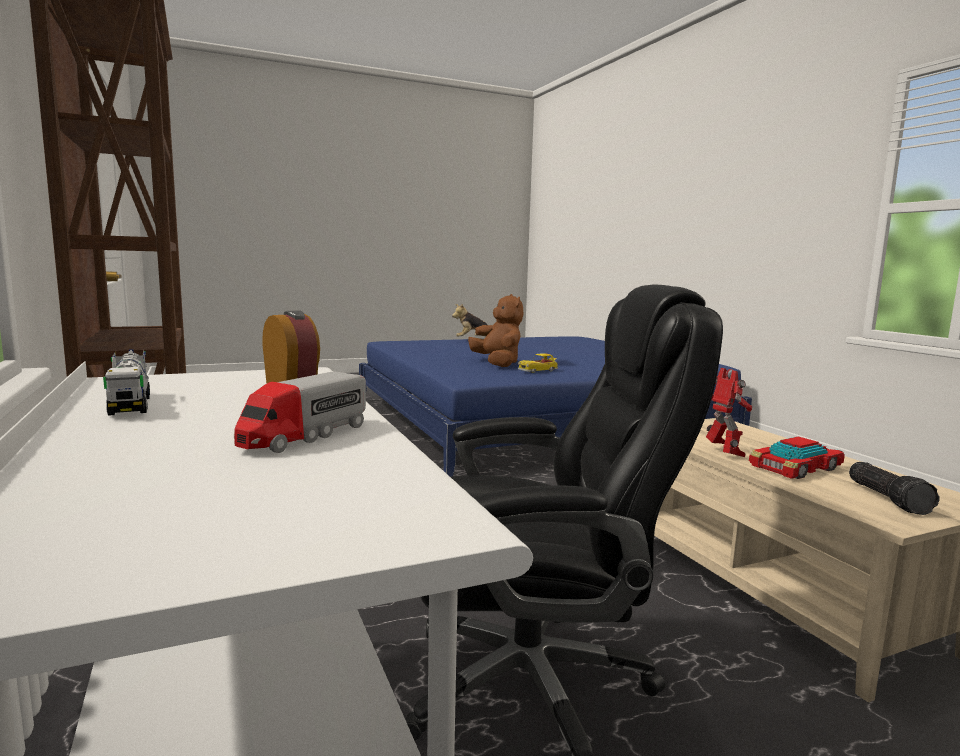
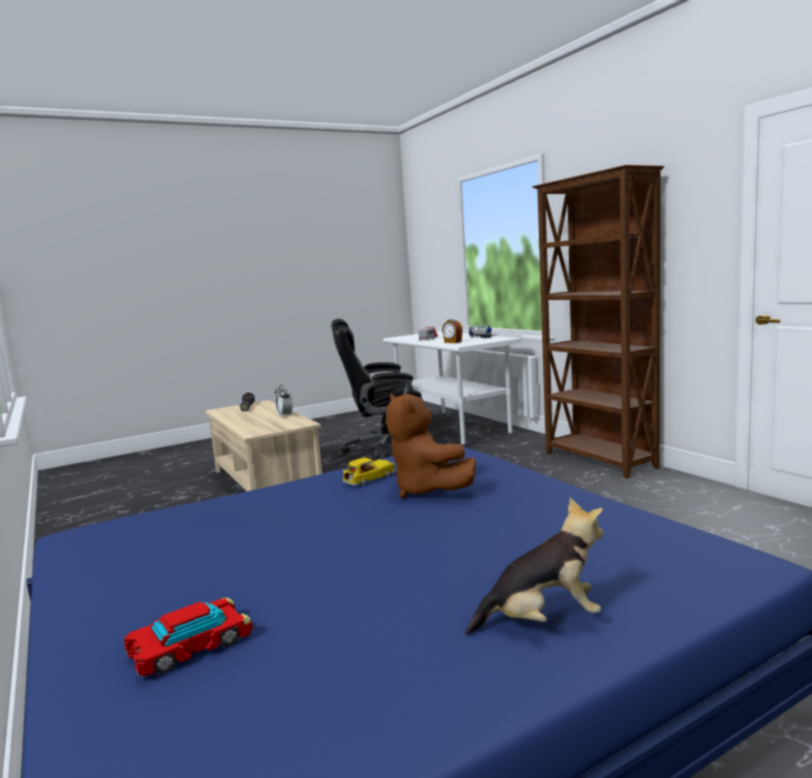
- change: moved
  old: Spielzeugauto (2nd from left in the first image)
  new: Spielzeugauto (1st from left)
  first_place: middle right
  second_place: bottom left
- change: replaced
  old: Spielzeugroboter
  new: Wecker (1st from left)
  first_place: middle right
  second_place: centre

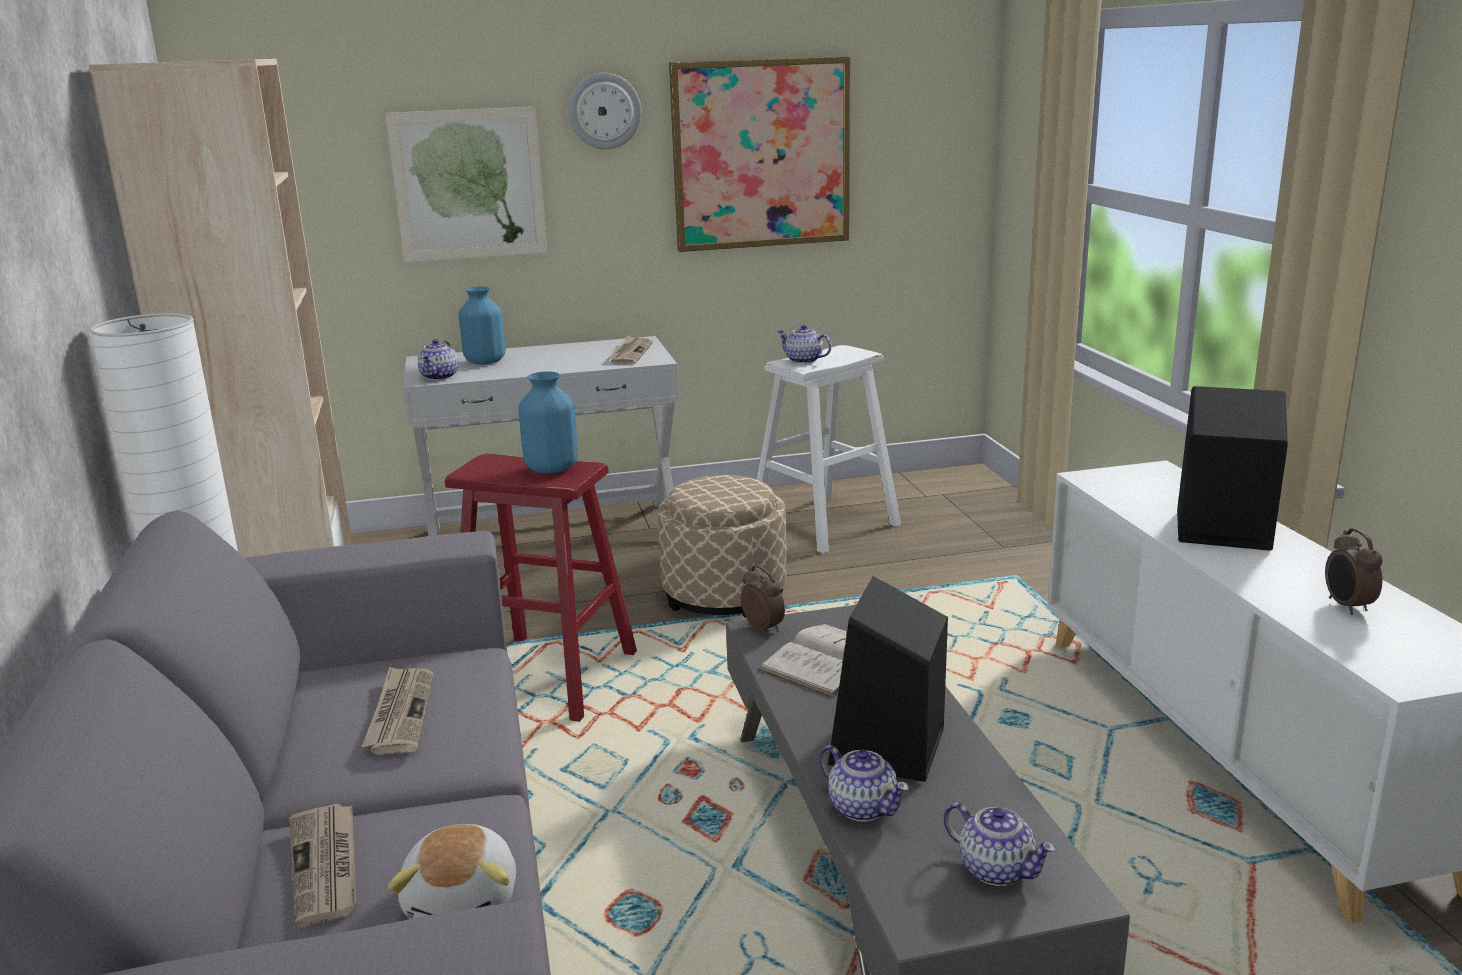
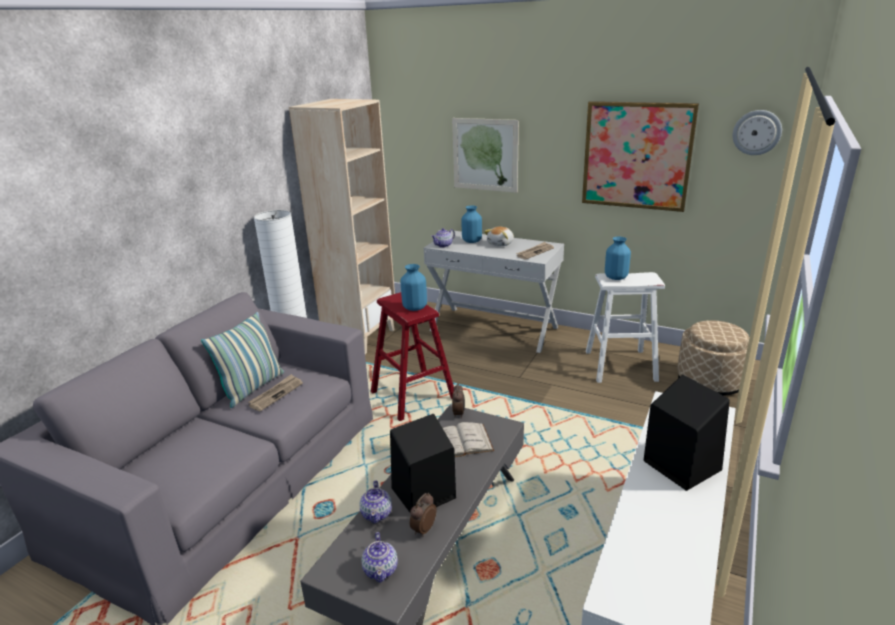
- change: removed
  old: Zeitung (1st from left)
  first_place: bottom left
- change: added
  new: Kissen
  second_place: middle left
- change: moved
  old: Plüschtier
  first_place: bottom left
  second_place: centre
- change: moved
  old: Wanduhr
  first_place: top centre
  second_place: top right
- change: moved
  old: Polsterhocker/beige
  first_place: centre
  second_place: middle right
- change: moved
  old: Wecker (2nd from left in the first image)
  new: Wecker (1st from left)
  first_place: middle right
  second_place: bottom centre
- change: replaced
  old: Teekanne (2nd from left)
  new: Vase/blau (3rd from left)
  first_place: centre
  second_place: middle right

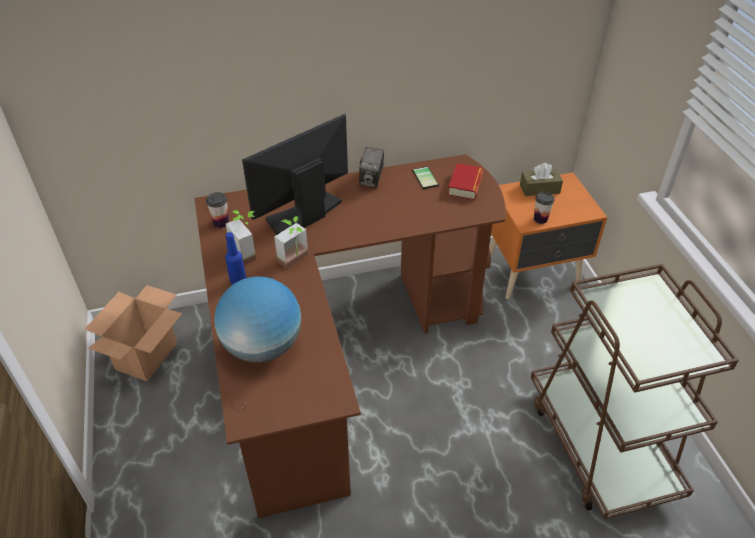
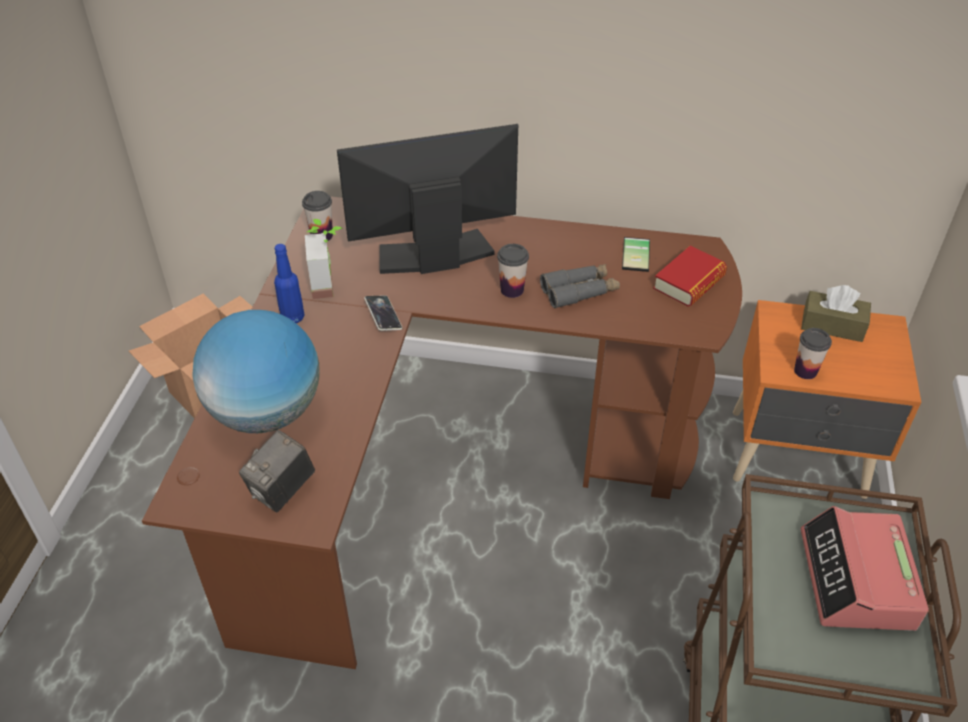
- change: added
  new: Tasse (2nd from left)
  second_place: centre
- change: added
  new: Fernglas/grau
  second_place: centre
- change: added
  new: Wecker
  second_place: bottom right
- change: moved
  old: Kamera
  first_place: top centre
  second_place: middle left
- change: replaced
  old: Topfpflanze (2nd from left)
  new: Handy (1st from left)
  first_place: centre
  second_place: centre

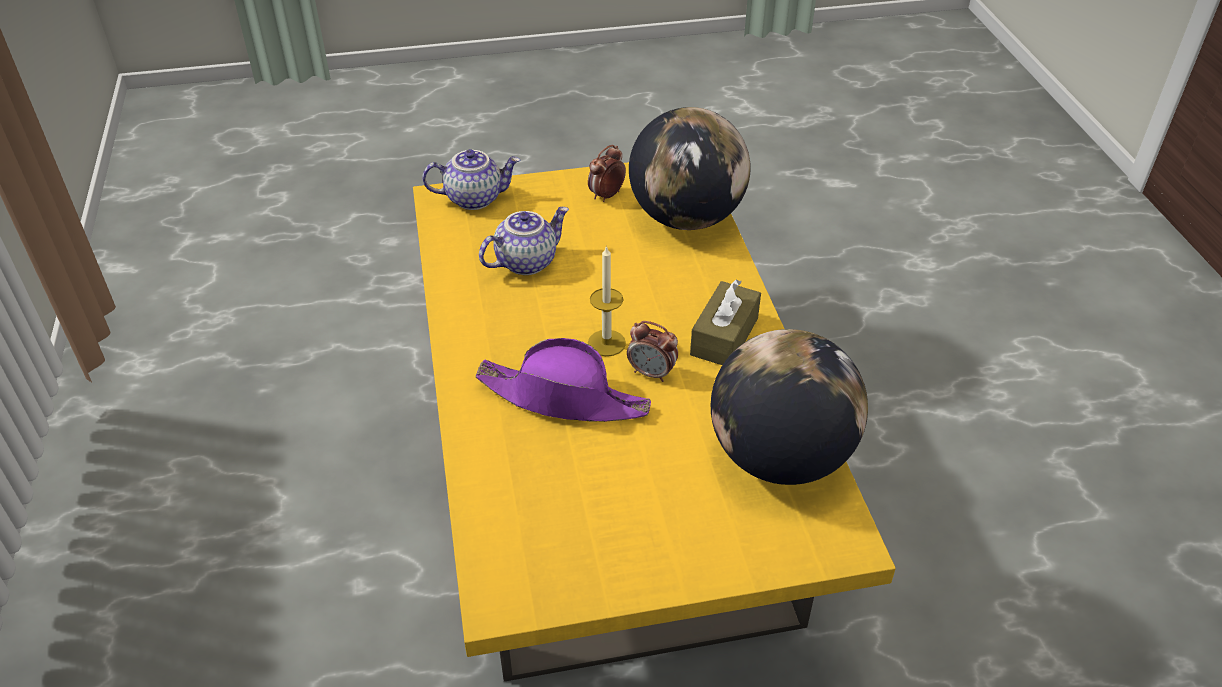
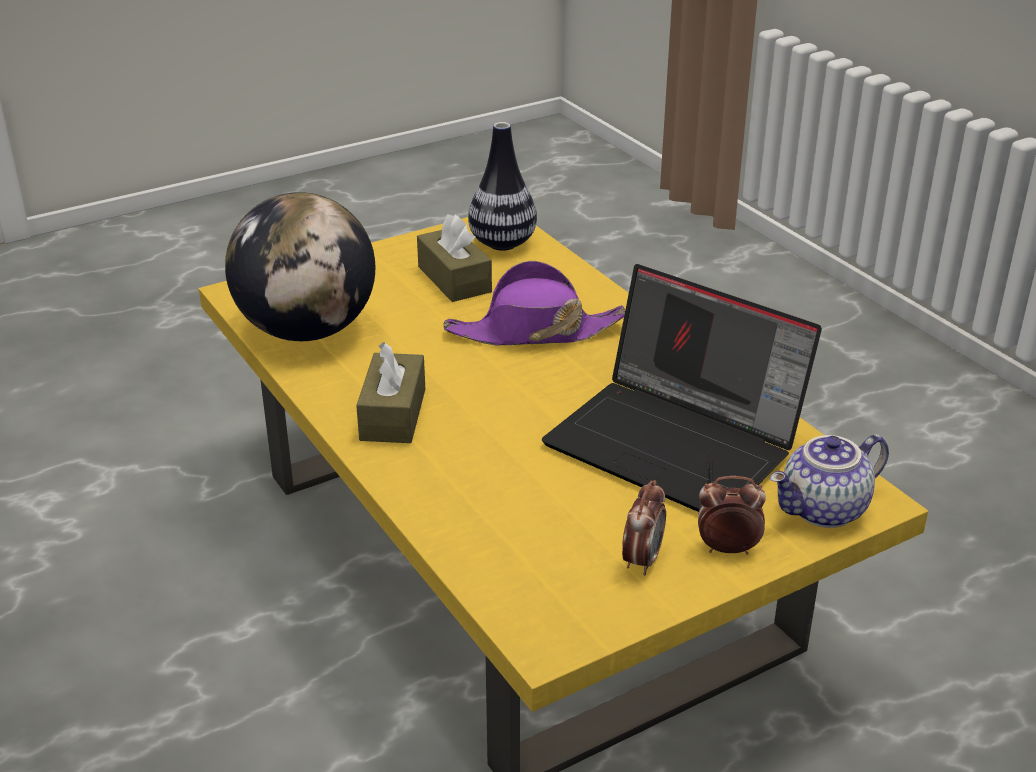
- change: removed
  old: Kerze
  first_place: centre
- change: removed
  old: Globus (1st from left)
  first_place: top centre
- change: added
  new: Taschentuchbox/braun (2nd from left)
  second_place: centre
- change: added
  new: Vase
  second_place: top centre
- change: moved
  old: Wecker (2nd from left)
  first_place: centre
  second_place: bottom right
- change: replaced
  old: Teekanne (2nd from left)
  new: Laptop
  first_place: centre
  second_place: centre

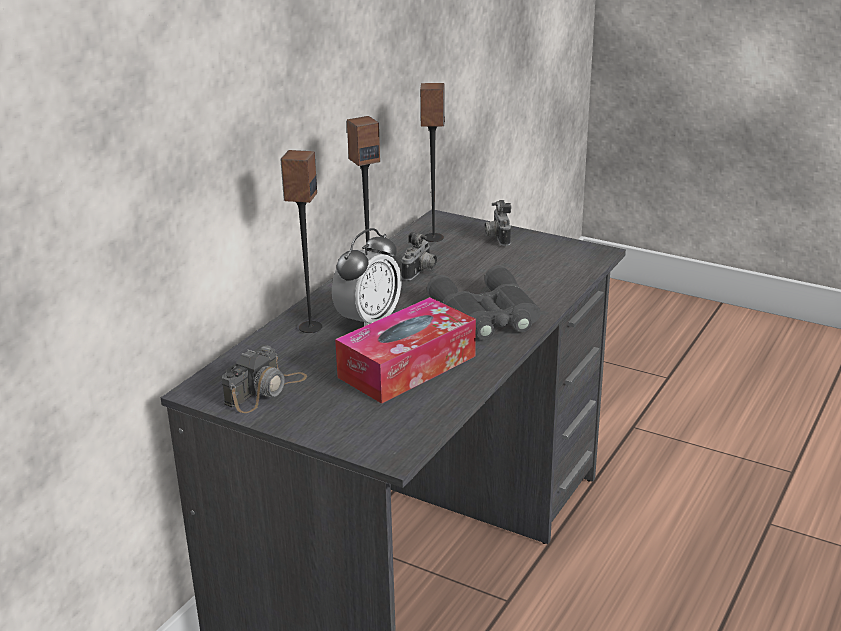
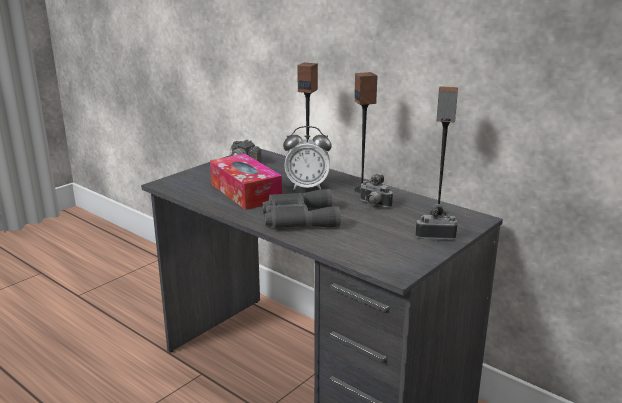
- change: turned
  old: Wecker
  first_place: centre
  second_place: centre
  degrees: -45

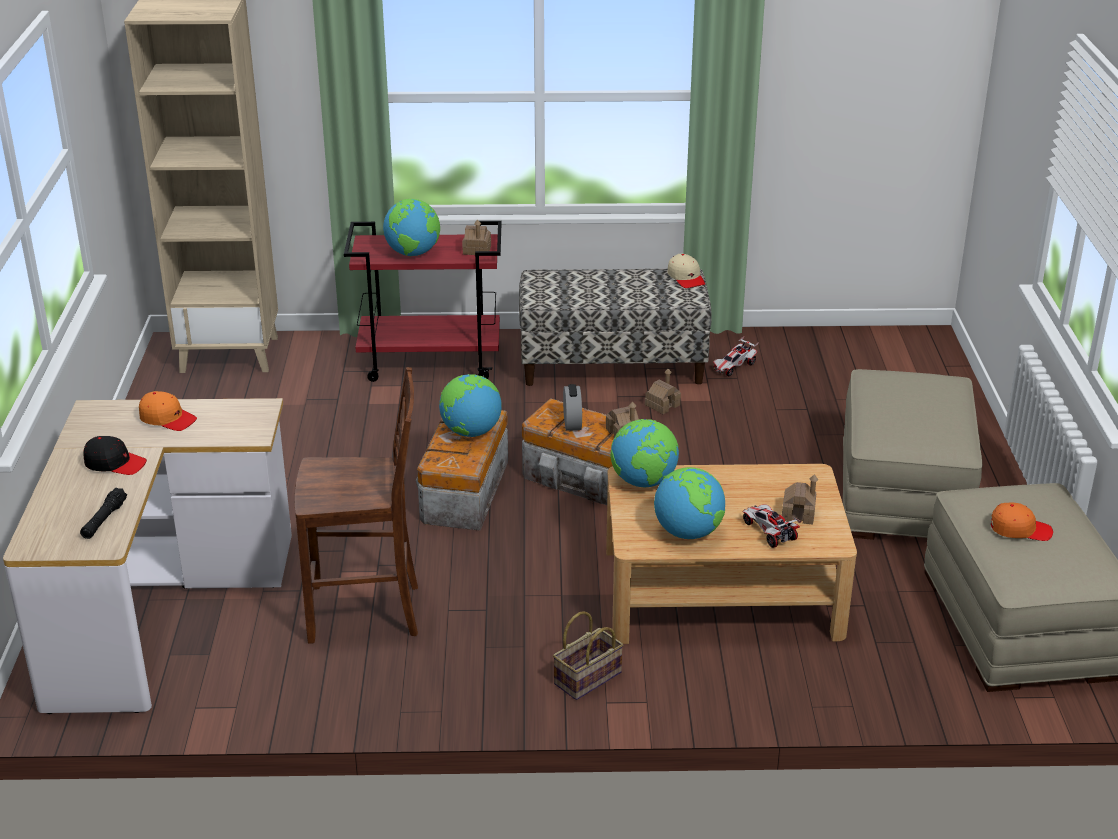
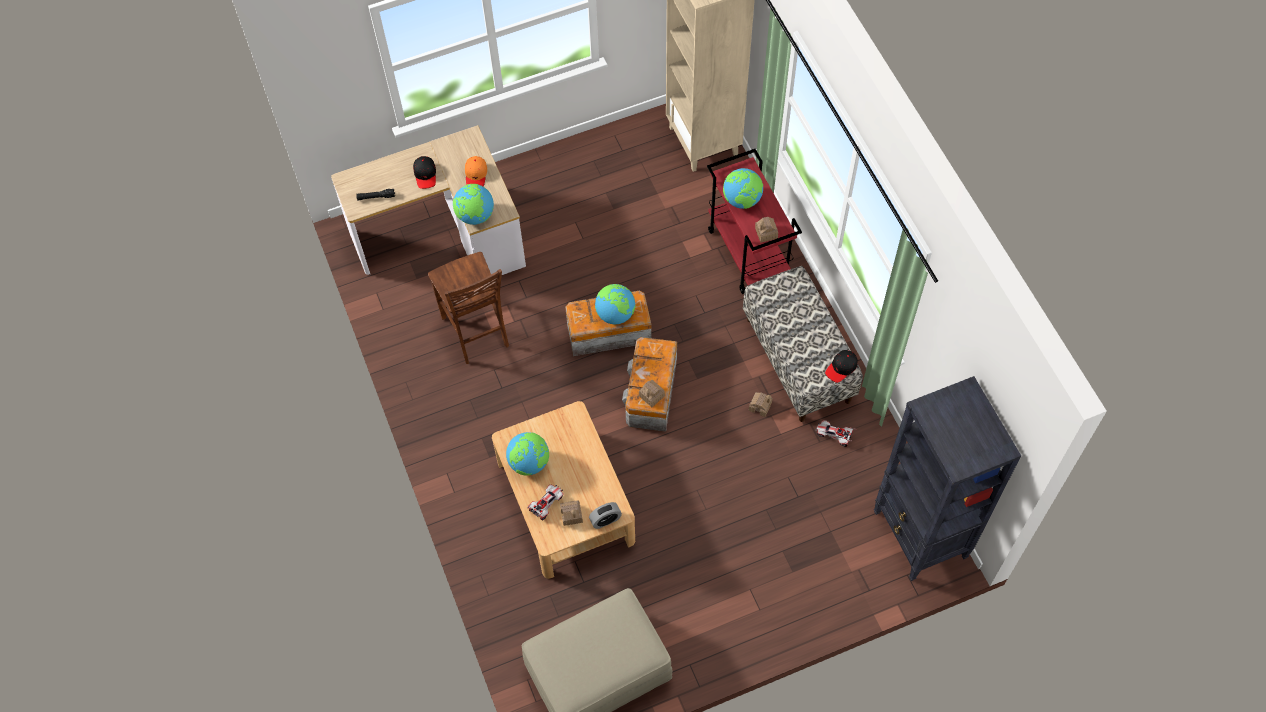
- change: removed
  old: Korb
  first_place: bottom centre
- change: removed
  old: Polsterhocker/beige (1st from left)
  first_place: middle right
- change: removed
  old: Kappe/orange (2nd from left)
  first_place: middle right
- change: added
  new: Bücherregal/schwarz
  second_place: bottom right
- change: moved
  old: Wecker
  first_place: centre
  second_place: bottom centre
- change: moved
  old: Globus (3rd from left in the first image)
  new: Globus (1st from left)
  first_place: centre
  second_place: top centre
- change: recoloured
  old: Kappe/beige
  new: Kappe/schwarz (2nd from left)
  first_place: top centre
  second_place: centre

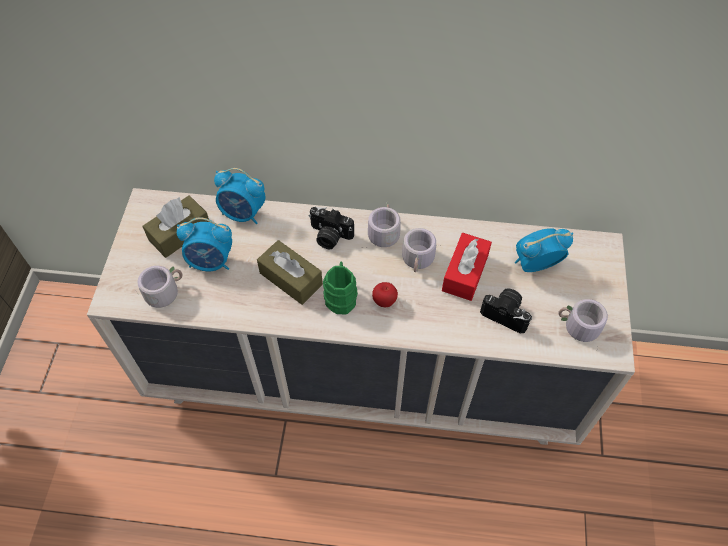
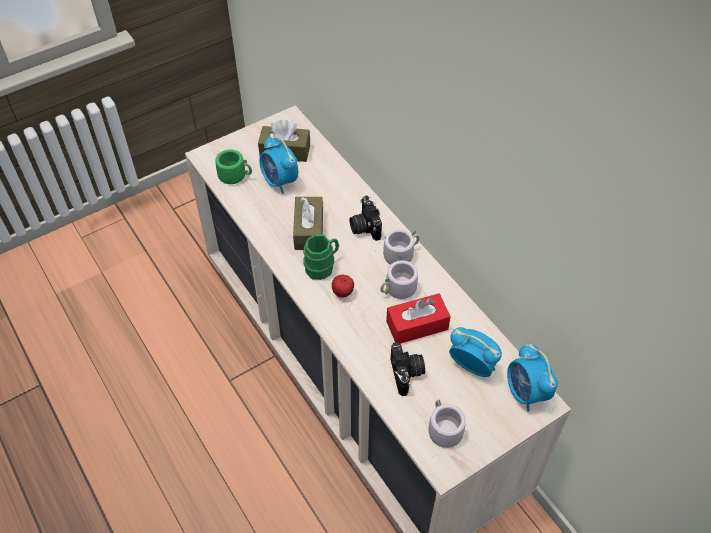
- change: moved
  old: Wecker (2nd from left in the first image)
  new: Wecker (3rd from left)
  first_place: middle left
  second_place: bottom right
- change: recoloured
  old: Henkelbecher/grau (1st from left)
  new: Henkelbecher/grün (1st from left)
  first_place: middle left
  second_place: top left

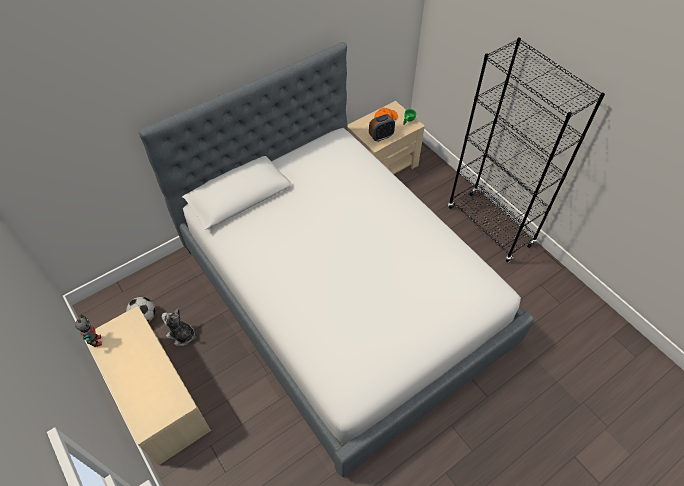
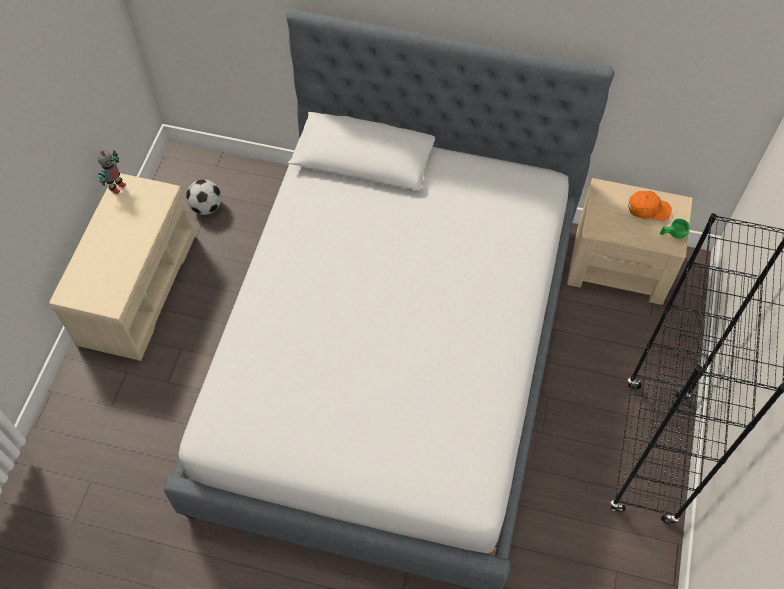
- change: removed
  old: Plüschtier
  first_place: bottom left
- change: removed
  old: Wecker
  first_place: top centre

